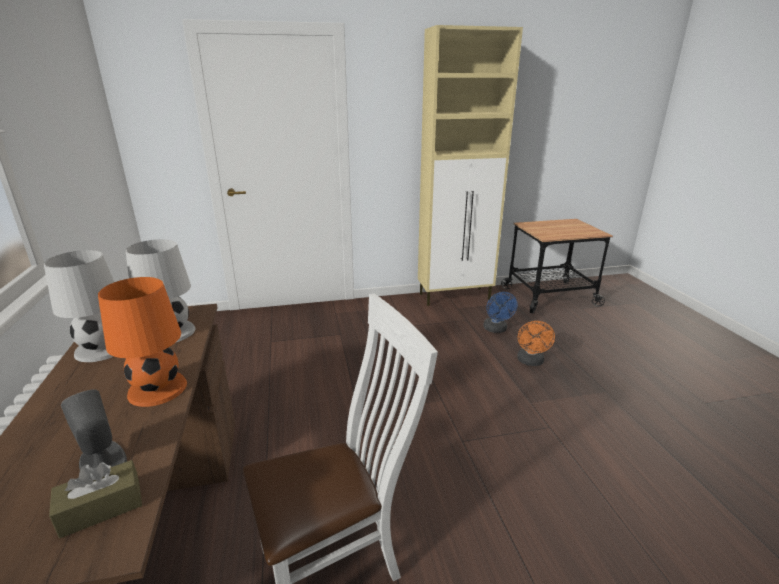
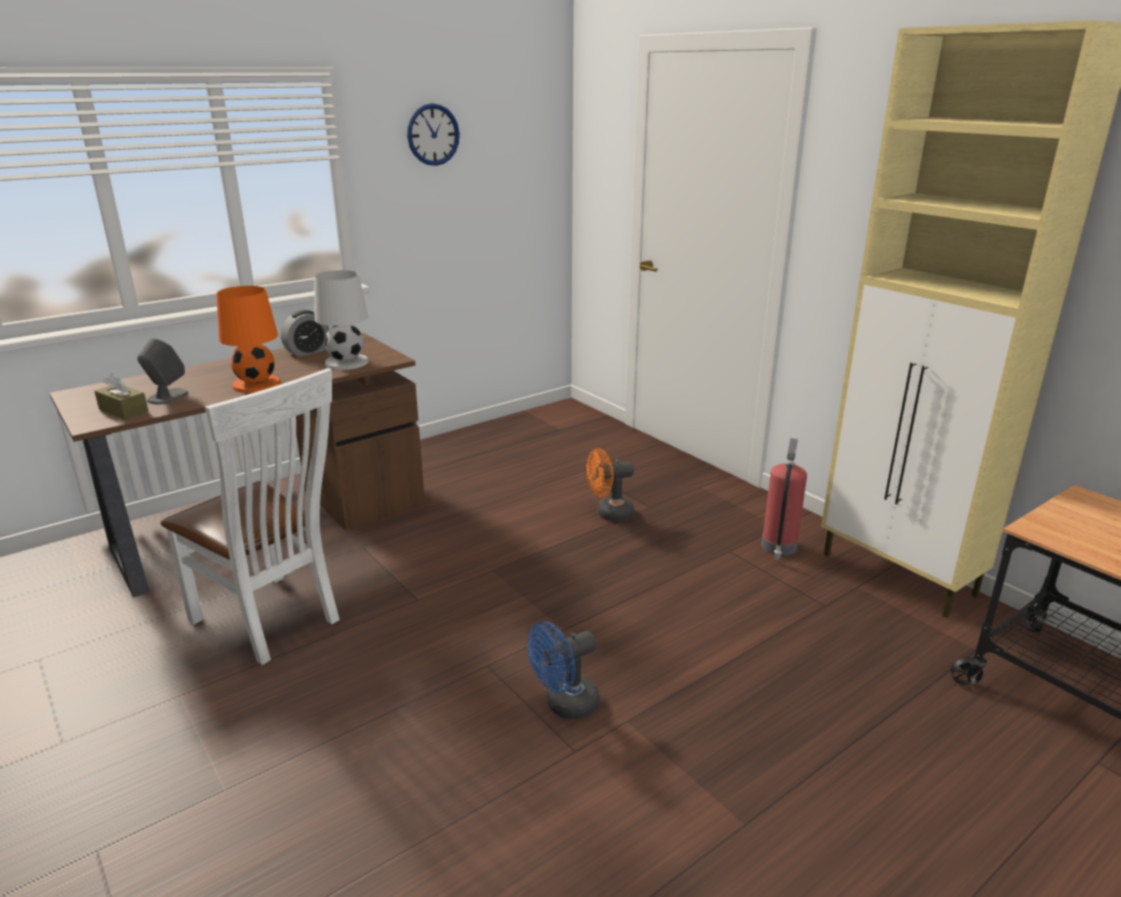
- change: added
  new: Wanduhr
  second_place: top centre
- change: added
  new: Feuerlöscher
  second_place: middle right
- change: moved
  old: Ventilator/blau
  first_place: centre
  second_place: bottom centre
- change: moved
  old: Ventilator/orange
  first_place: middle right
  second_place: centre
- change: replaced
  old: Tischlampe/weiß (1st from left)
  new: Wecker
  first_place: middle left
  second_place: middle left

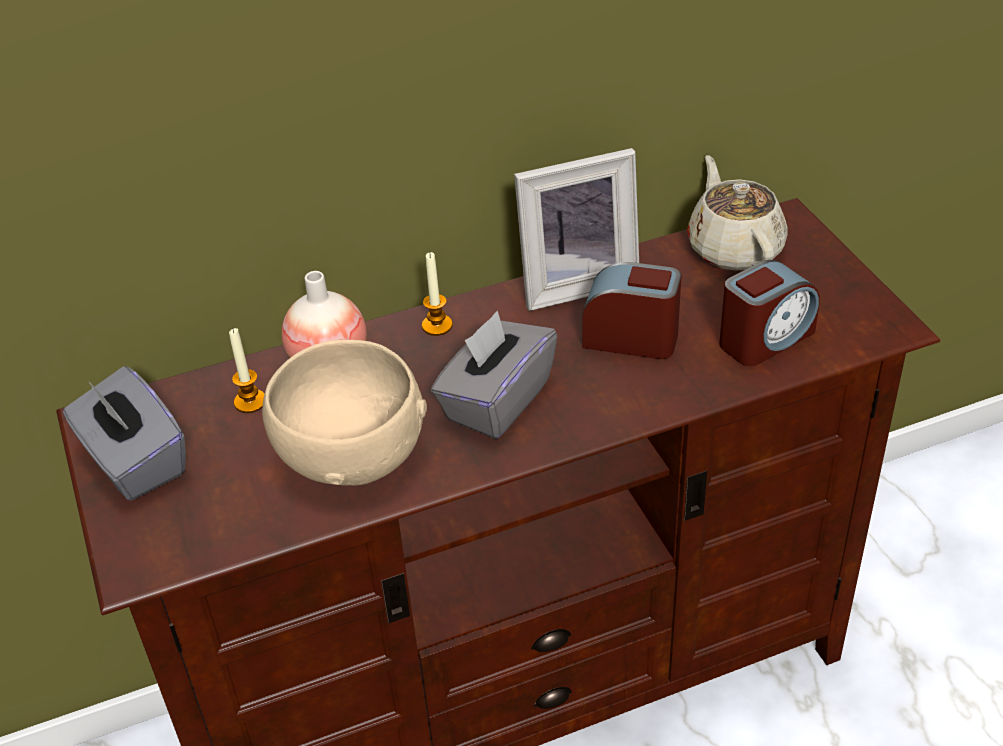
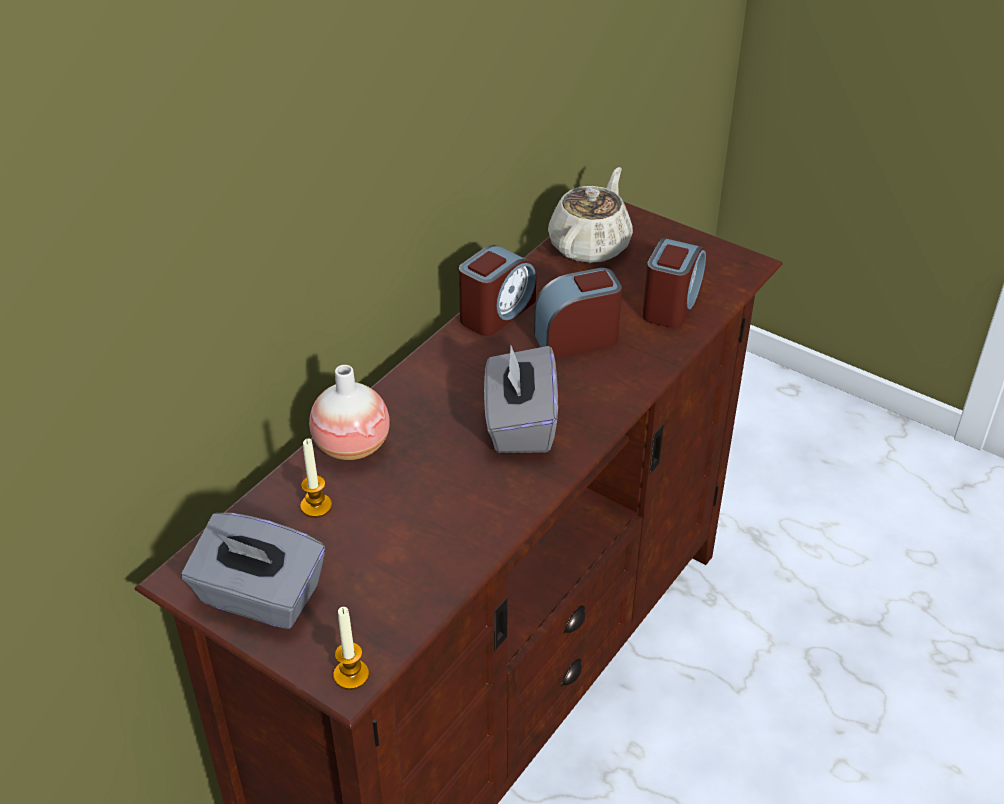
- change: removed
  old: Schüssel/beige
  first_place: centre
- change: moved
  old: Kerze (2nd from left)
  first_place: centre
  second_place: bottom centre
- change: replaced
  old: Bilderrahmen
  new: Wecker (1st from left)
  first_place: top centre
  second_place: centre
- change: turned
  old: Teekanne/beige
  first_place: top right
  second_place: top centre
  degrees: 75

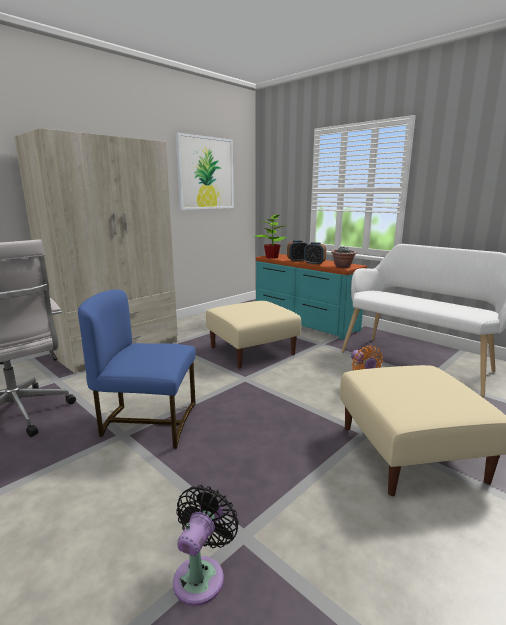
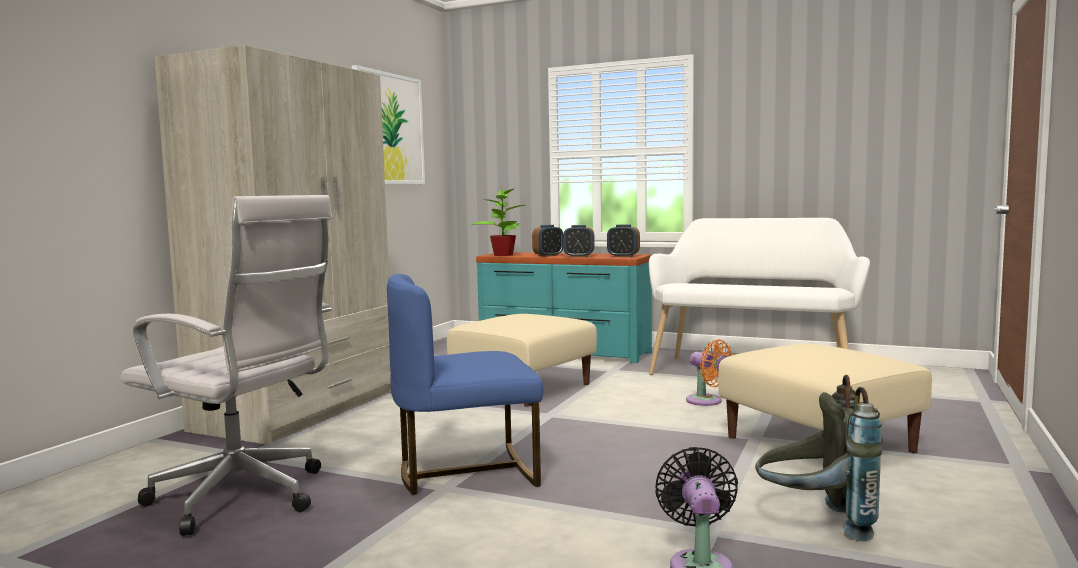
- change: added
  new: Rucksack/grau
  second_place: bottom right
- change: replaced
  old: Topfpflanze (2nd from left)
  new: Wecker (3rd from left)
  first_place: middle right
  second_place: centre

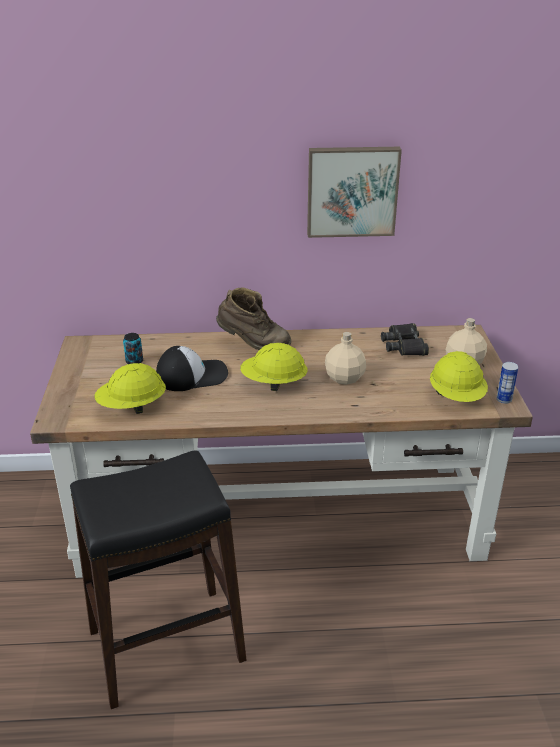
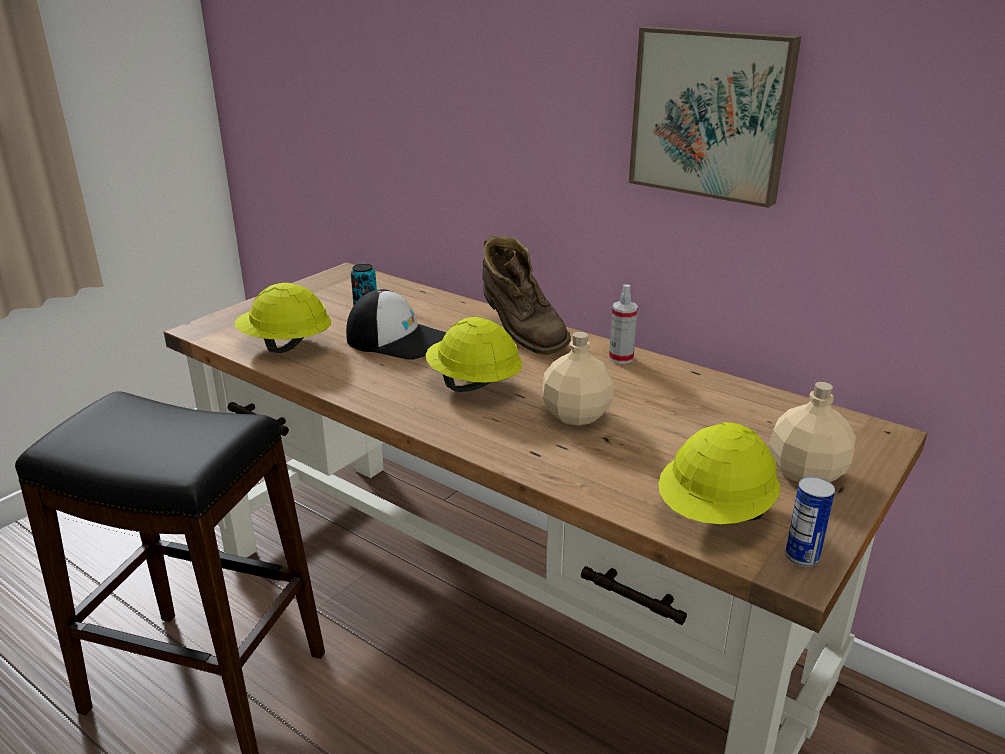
- change: removed
  old: Fernglas/schwarz
  first_place: middle right
- change: added
  new: Sprühflasche
  second_place: centre

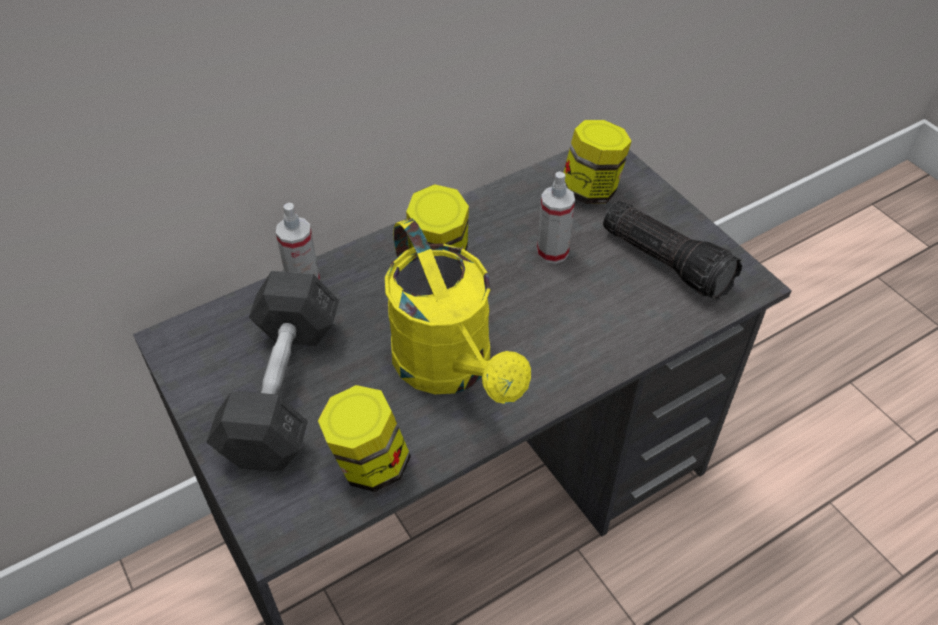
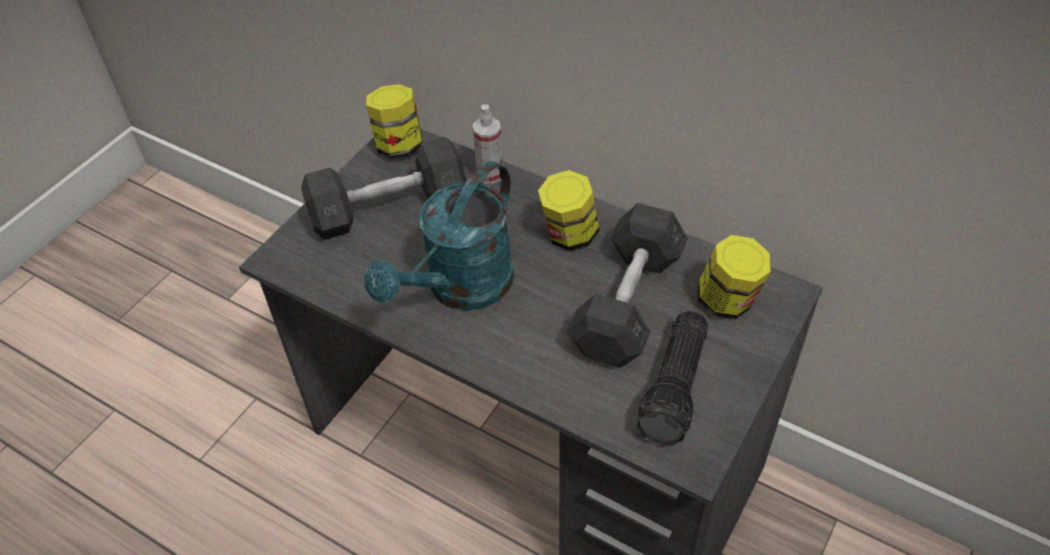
- change: moved
  old: Vorratsglas (1st from left)
  first_place: bottom centre
  second_place: top centre
- change: replaced
  old: Sprühflasche (2nd from left)
  new: Hantel/grau (2nd from left)
  first_place: centre
  second_place: centre
- change: recoloured
  old: Gießkanne/gelb
  new: Gießkanne/türkis
  first_place: centre
  second_place: centre

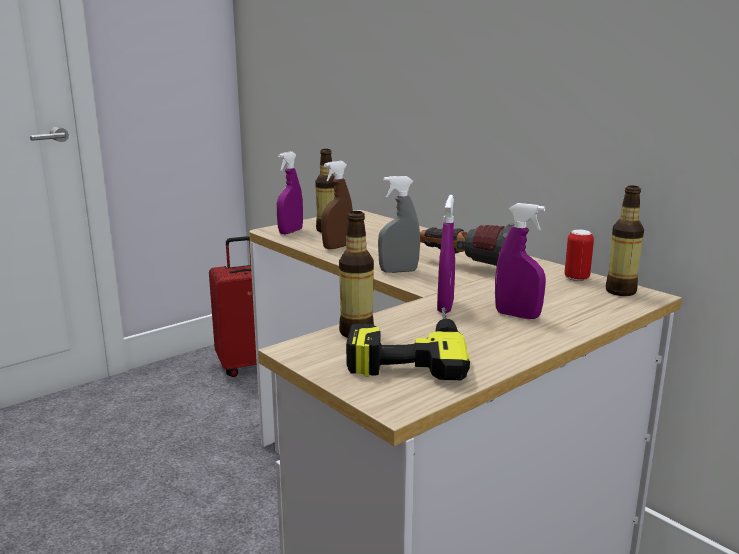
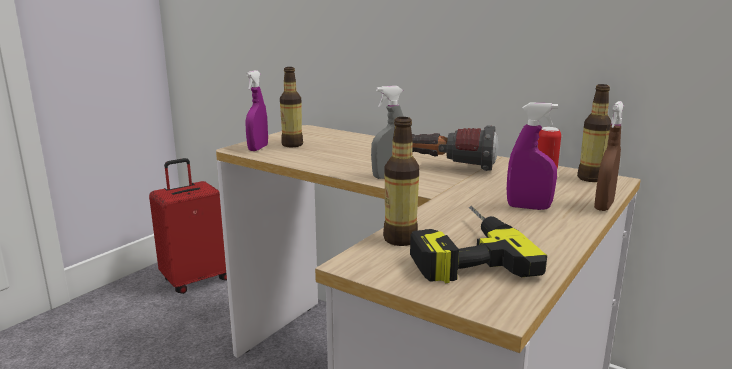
- change: removed
  old: Sprühflasche/lila (2nd from left)
  first_place: centre
- change: moved
  old: Sprühflasche/braun
  first_place: centre
  second_place: middle right

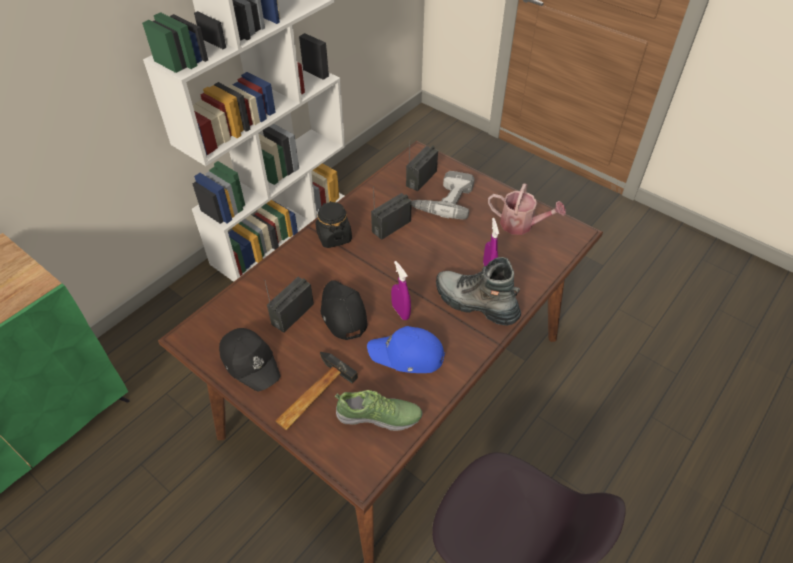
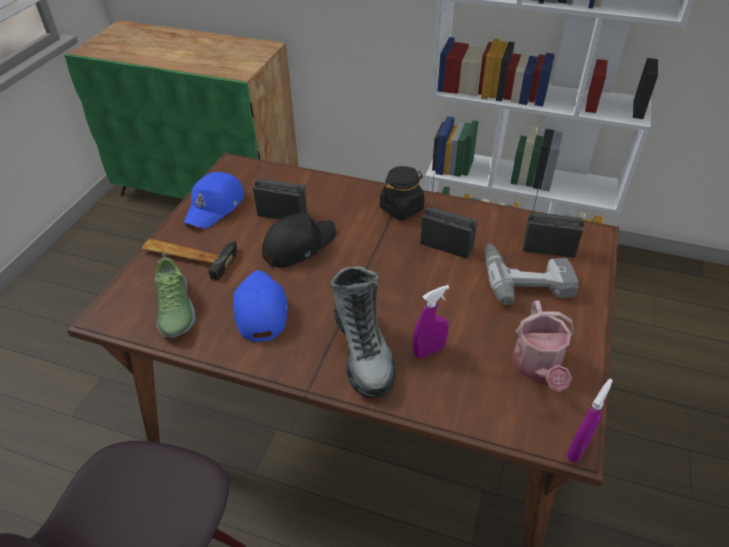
- change: moved
  old: Sprühflasche/lila (1st from left in the first image)
  new: Sprühflasche/lila (2nd from left)
  first_place: centre
  second_place: bottom right
- change: recoloured
  old: Kappe/schwarz (1st from left)
  new: Kappe/blau (1st from left)
  first_place: middle left
  second_place: middle left
- change: turned
  old: Stiefel
  first_place: centre
  second_place: centre
  degrees: 150

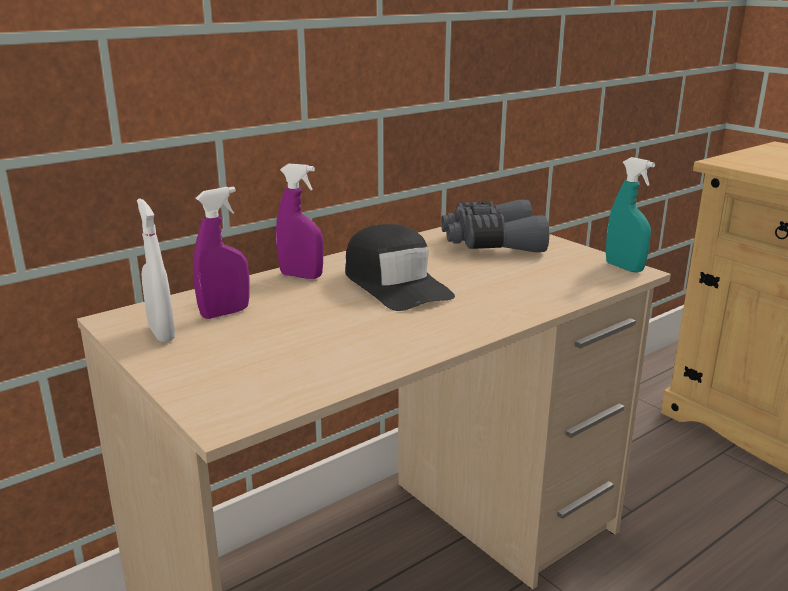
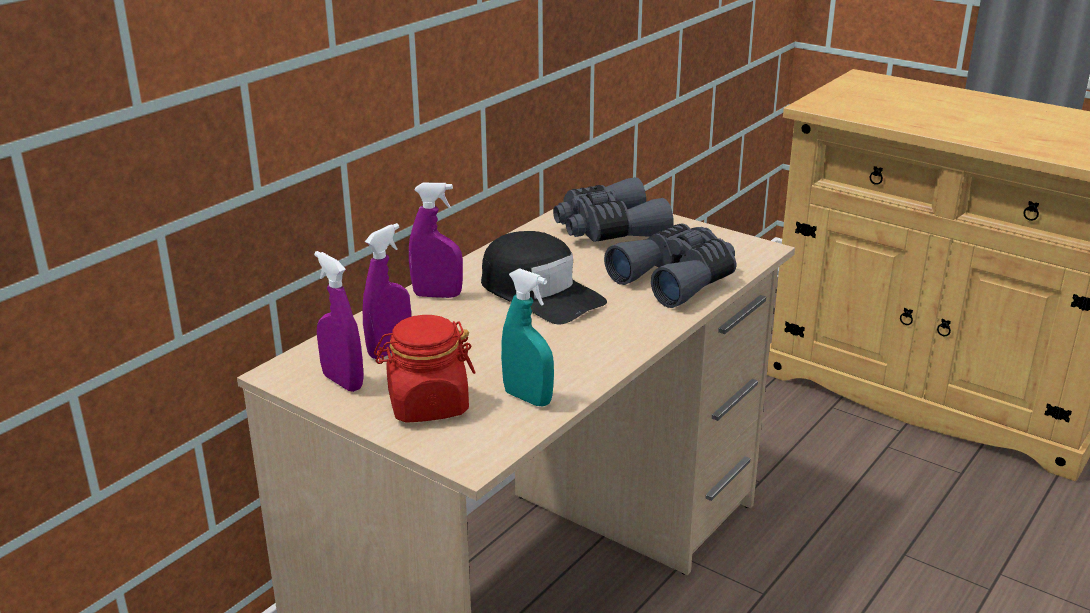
- change: added
  new: Vorratsglas/rot
  second_place: centre
- change: added
  new: Fernglas/grau (2nd from left)
  second_place: centre
- change: moved
  old: Sprühflasche/türkis
  first_place: middle right
  second_place: centre
- change: recoloured
  old: Sprühflasche/weiß
  new: Sprühflasche/lila (1st from left)
  first_place: middle left
  second_place: middle left

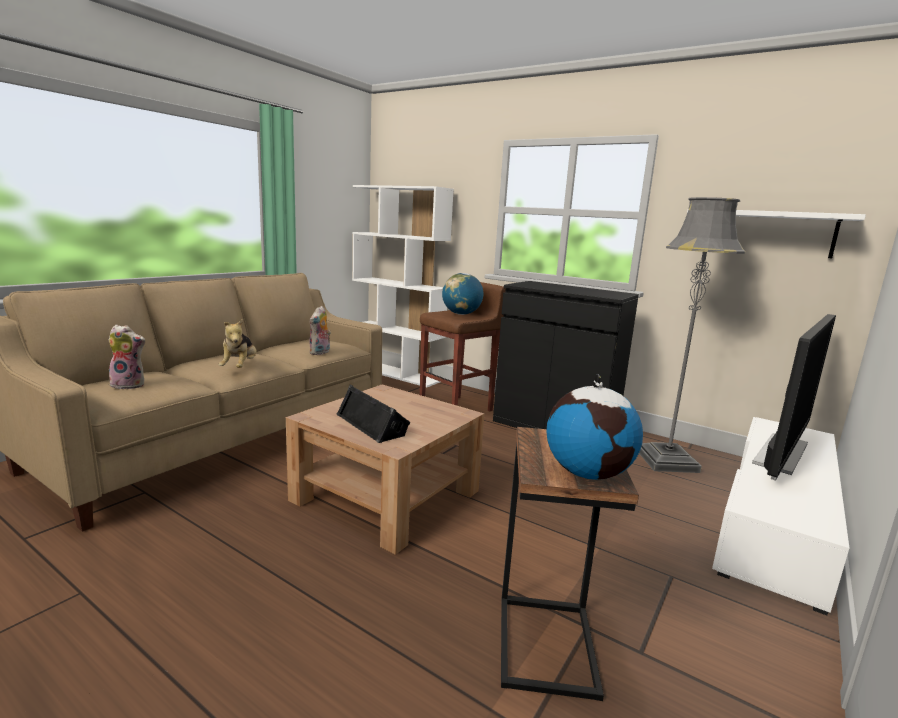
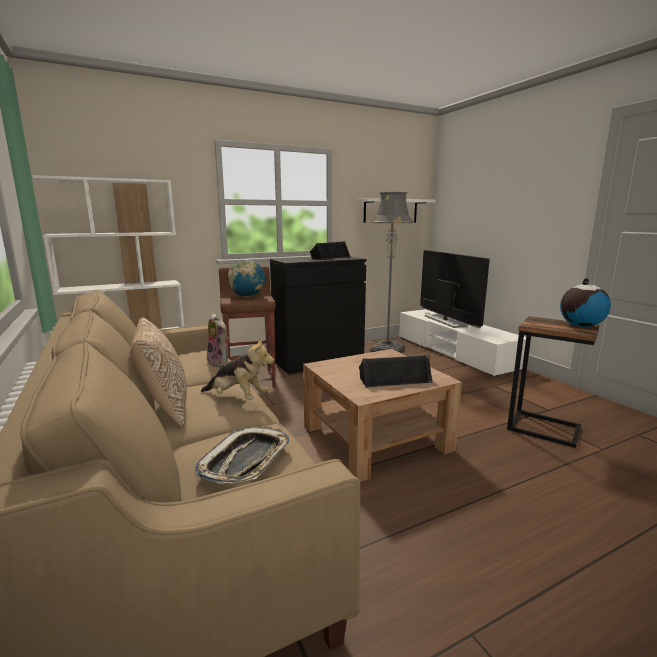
- change: added
  new: Kissen
  second_place: middle left
- change: added
  new: Lautsprecher/schwarz (1st from left)
  second_place: centre
- change: replaced
  old: Plüschtier (1st from left)
  new: Tablett
  first_place: middle left
  second_place: bottom centre

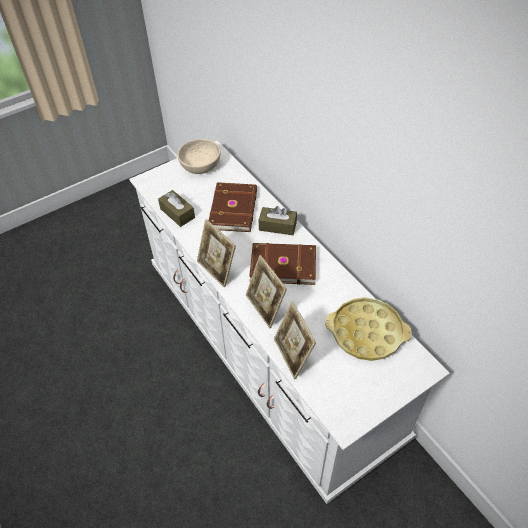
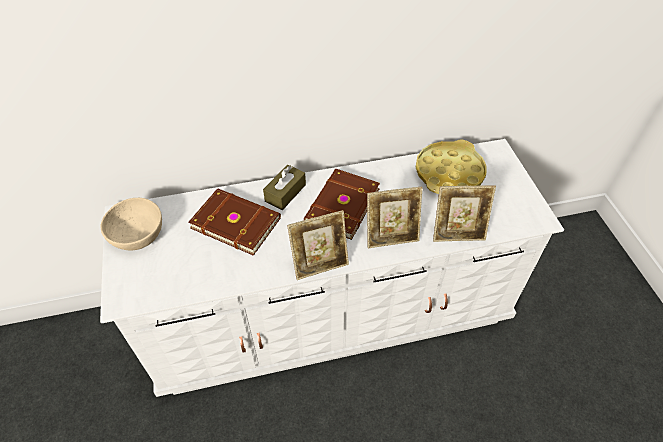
- change: removed
  old: Taschentuchbox/braun (1st from left)
  first_place: centre

